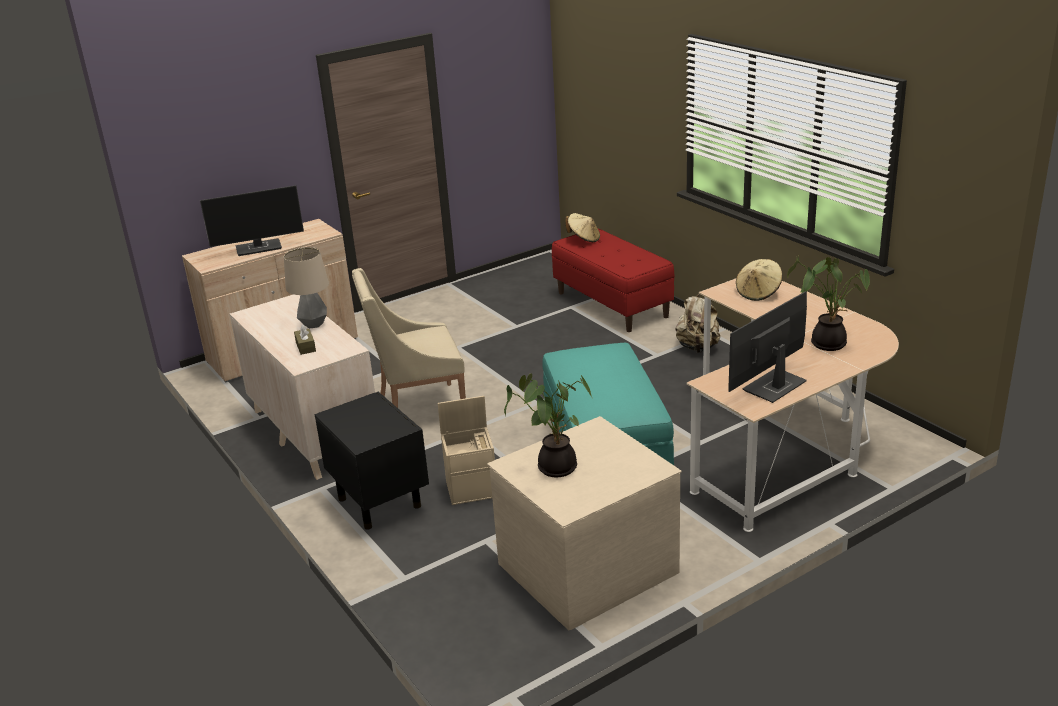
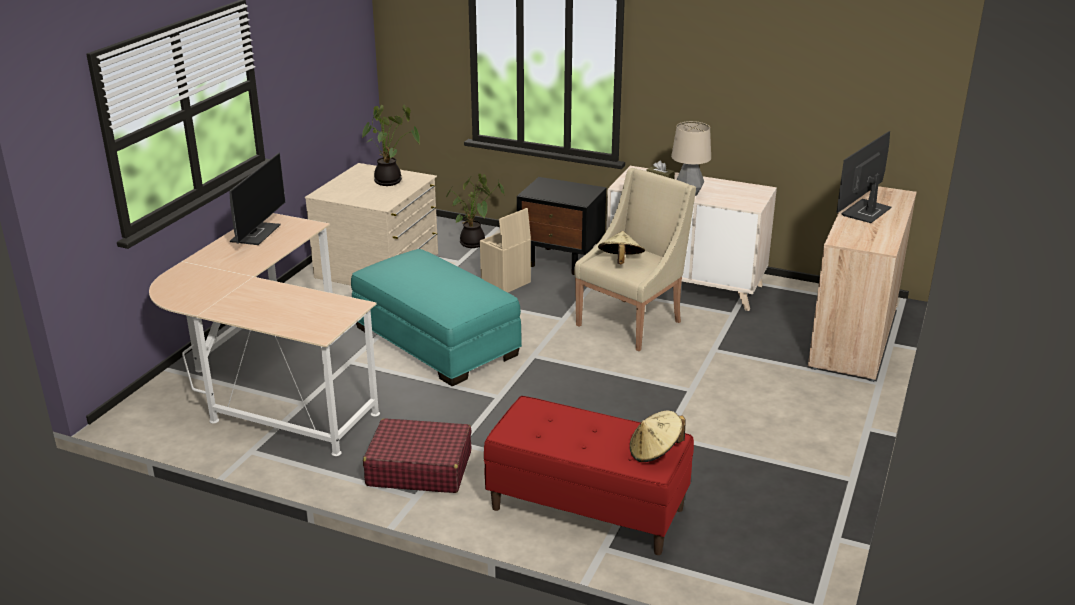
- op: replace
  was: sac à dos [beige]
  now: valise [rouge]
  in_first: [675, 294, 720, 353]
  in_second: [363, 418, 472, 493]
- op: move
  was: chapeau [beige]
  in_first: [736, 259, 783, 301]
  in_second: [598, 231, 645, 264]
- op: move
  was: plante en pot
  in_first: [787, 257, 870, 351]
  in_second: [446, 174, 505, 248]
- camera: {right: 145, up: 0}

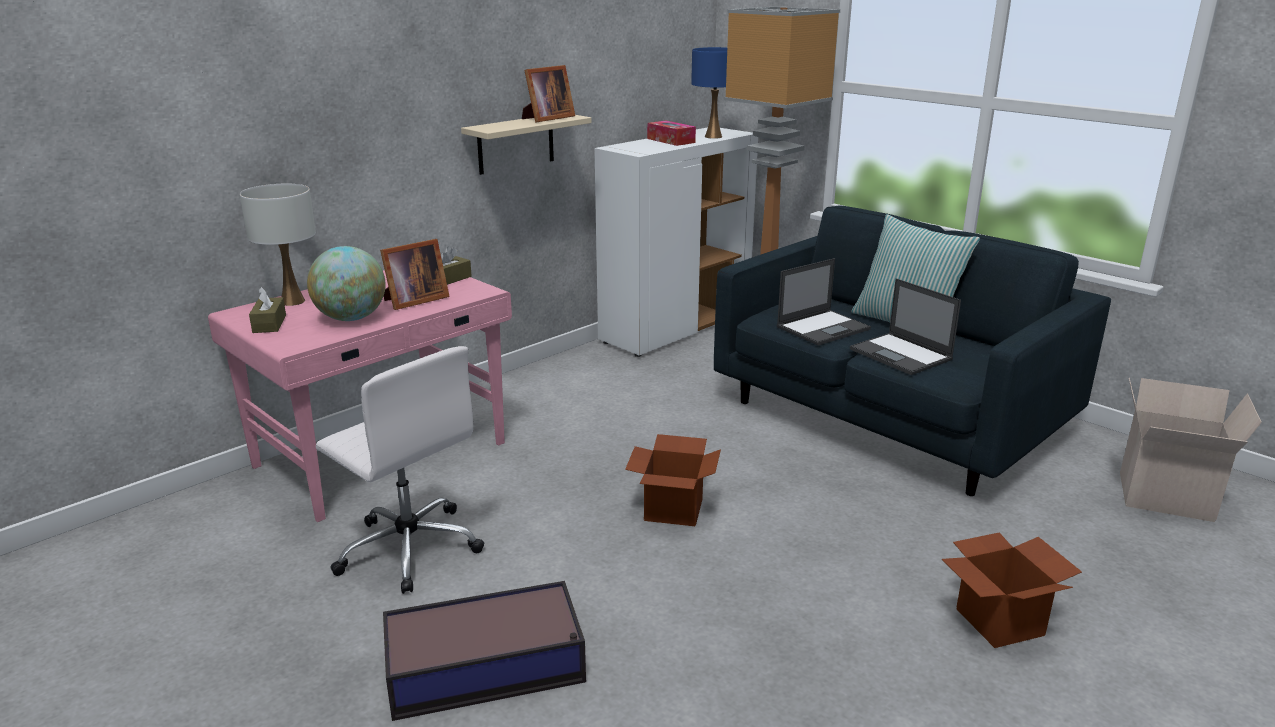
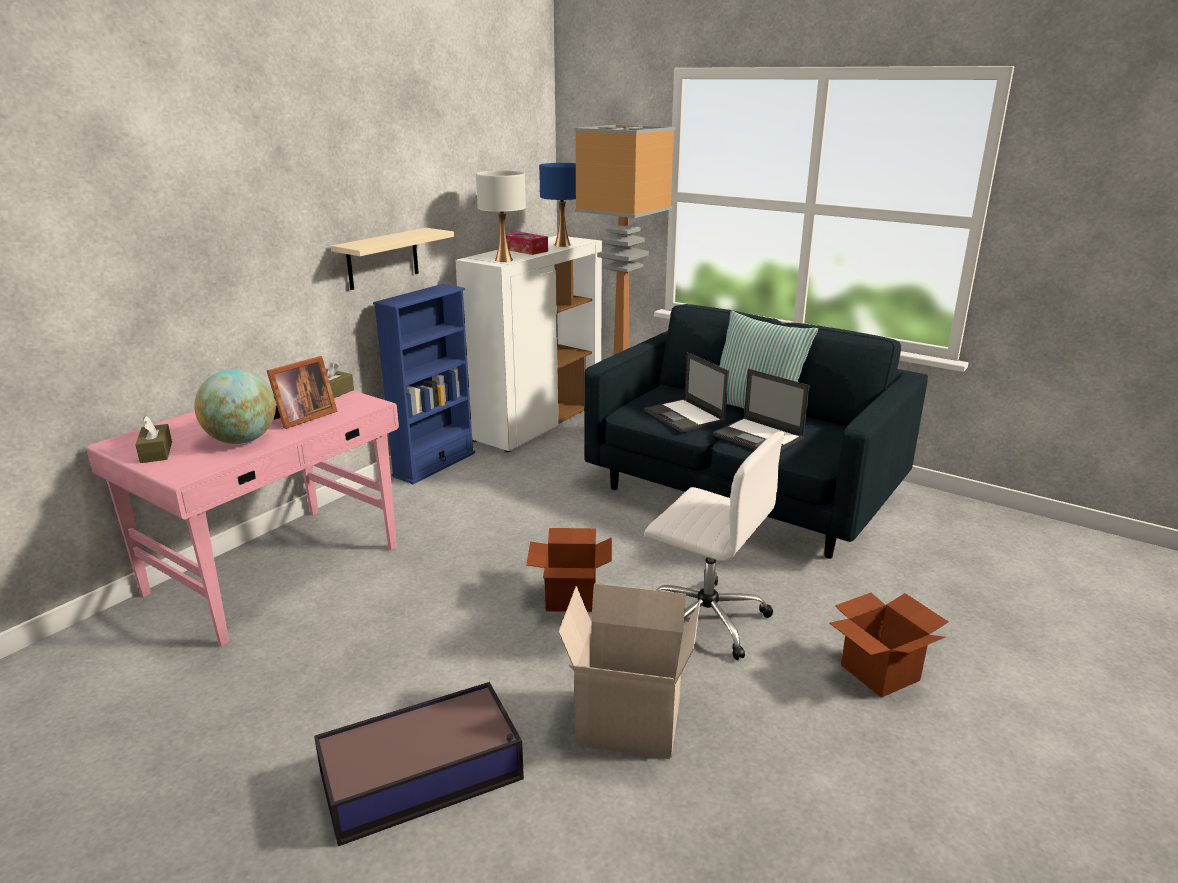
- op: move
  was: lampe de table [blanc]
  in_first: [240, 184, 316, 306]
  in_second: [476, 171, 526, 262]
- op: move
  was: chaise de bureau [blanc]
  in_first: [316, 346, 484, 594]
  in_second: [644, 431, 784, 660]
- op: delete
  was: cadre photo
  in_first: [522, 65, 575, 123]
- op: rotate
  was: ordinateur portable
  in_first: [777, 258, 871, 346]
  in_second: [644, 352, 729, 433]
  clockwise: 105
- op: move
  was: carton
  in_first: [1120, 378, 1262, 522]
  in_second: [558, 583, 701, 759]
- op: insert
  now: bibliothèque [bleu]
  in_second: [373, 284, 475, 484]
- camera: {right: -10, up: 0}

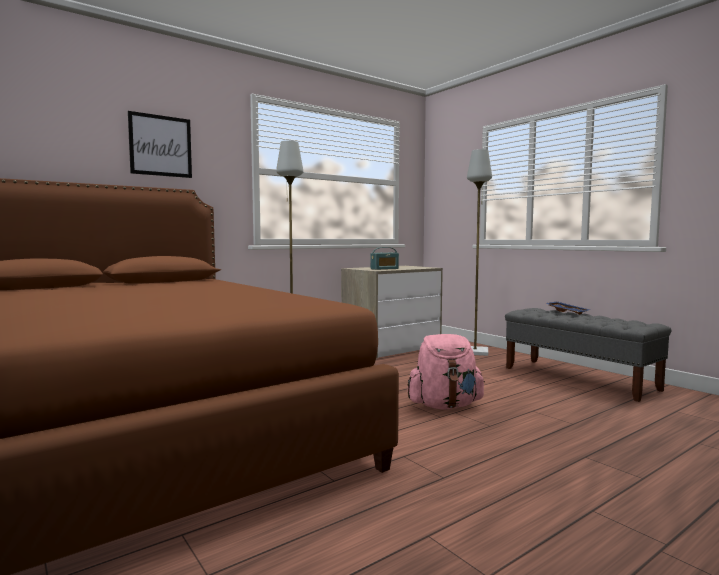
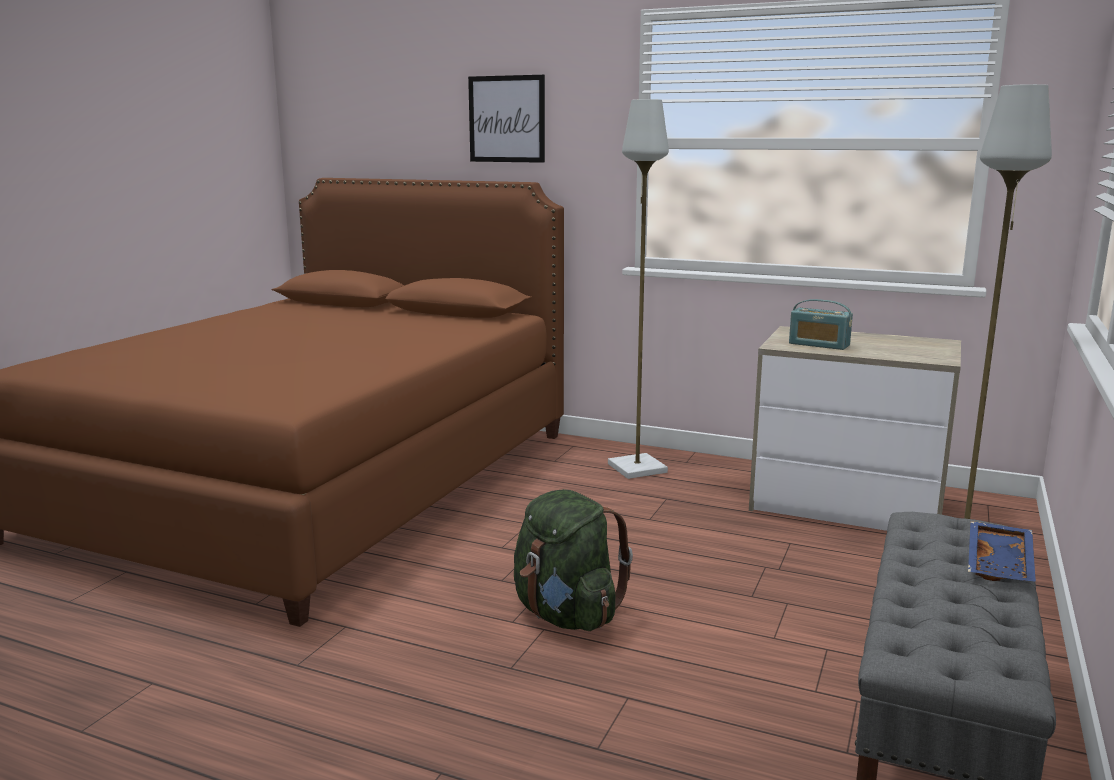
- op: recolor
  was: sac à dos [rose]
  now: sac à dos [vert]
  in_first: [407, 334, 485, 410]
  in_second: [514, 489, 633, 631]
- camera: {right: 60, up: 10}

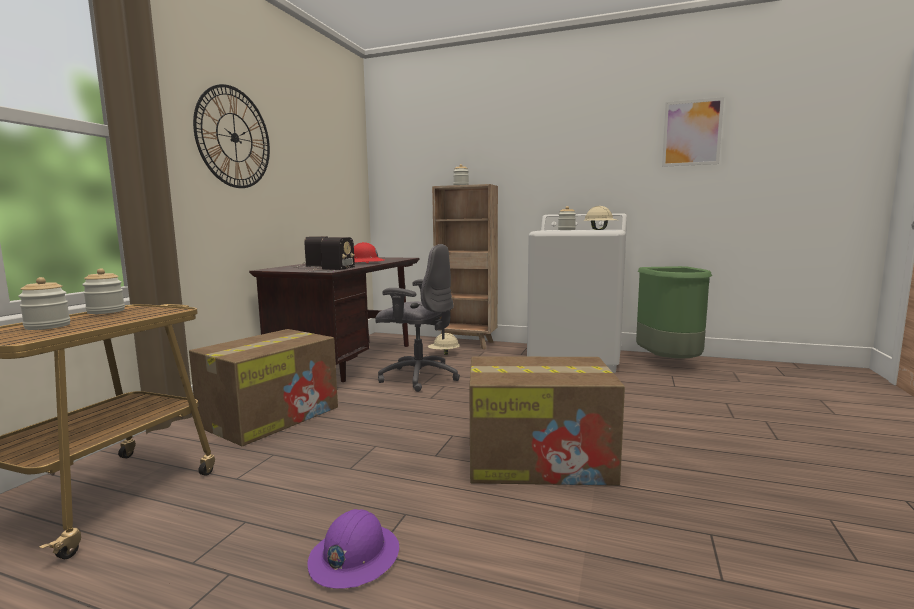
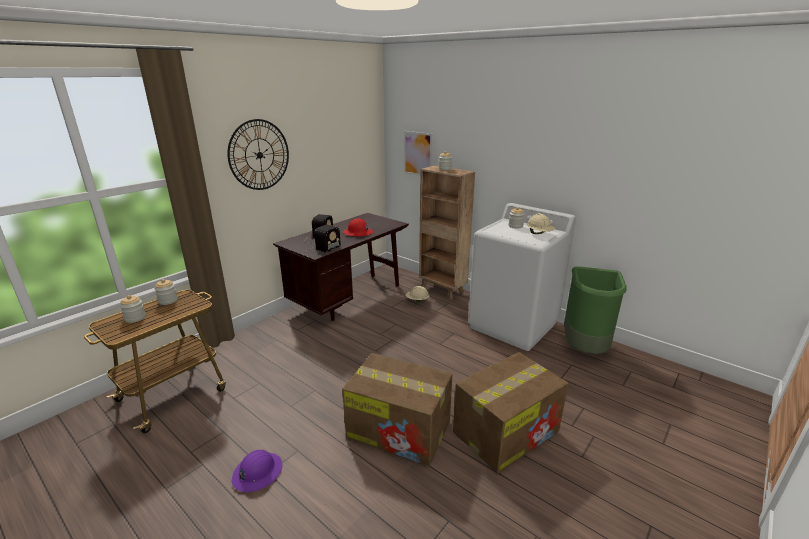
- op: move
  was: carton
  in_first: [189, 329, 338, 446]
  in_second: [453, 352, 568, 474]
- op: delete
  was: chaise de bureau [gris]
  in_first: [375, 244, 460, 392]
- op: move
  was: tableau
  in_first: [662, 97, 724, 167]
  in_second: [404, 131, 433, 176]
- camera: {right: 20, up: 15}

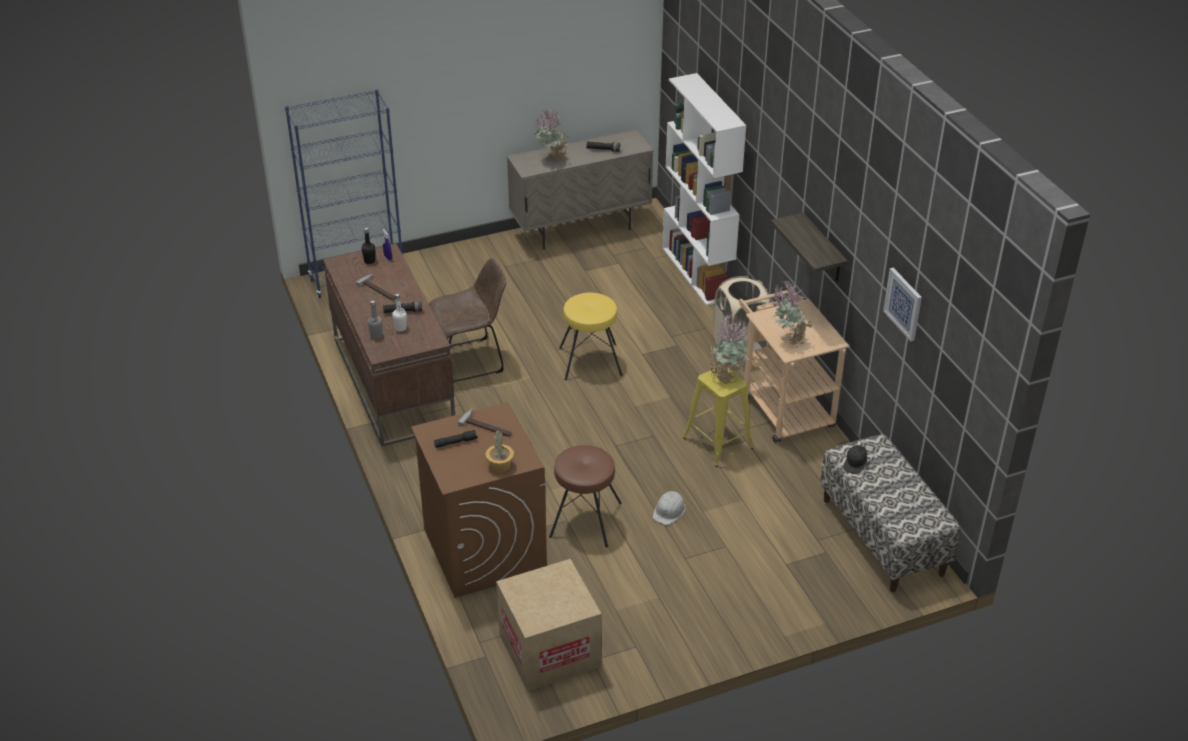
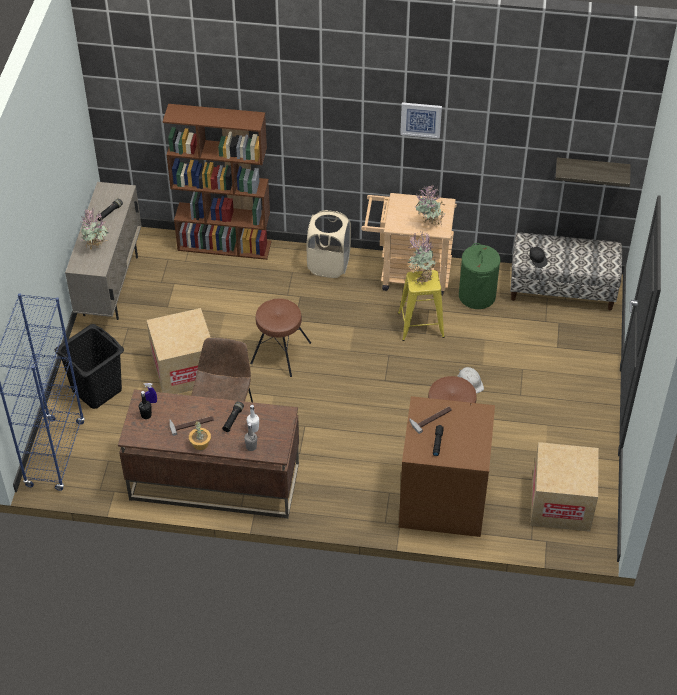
- op: move
  was: plante en pot
  in_first: [485, 431, 514, 472]
  in_second: [189, 421, 211, 450]
- op: recolor
  was: tabouret [jaune]
  now: tabouret [marron]
  in_first: [559, 292, 623, 380]
  in_second: [250, 299, 311, 377]
- op: recolor
  was: bibliothèque [blanc]
  now: bibliothèque [marron]
  in_first: [662, 73, 746, 306]
  in_second: [163, 104, 271, 260]
- op: move
  was: étagère
  in_first: [771, 213, 848, 282]
  in_second: [555, 157, 631, 187]
- op: move
  was: tableau
  in_first: [883, 268, 922, 341]
  in_second: [400, 102, 442, 139]
- op: insert
  now: panier à linge [noir]
  in_second: [55, 324, 124, 409]
- op: insert
  now: carton
  in_second: [146, 308, 211, 394]
- op: insert
  now: panier à linge [vert]
  in_second: [459, 243, 500, 309]
- camera: {right: -60, up: 10}

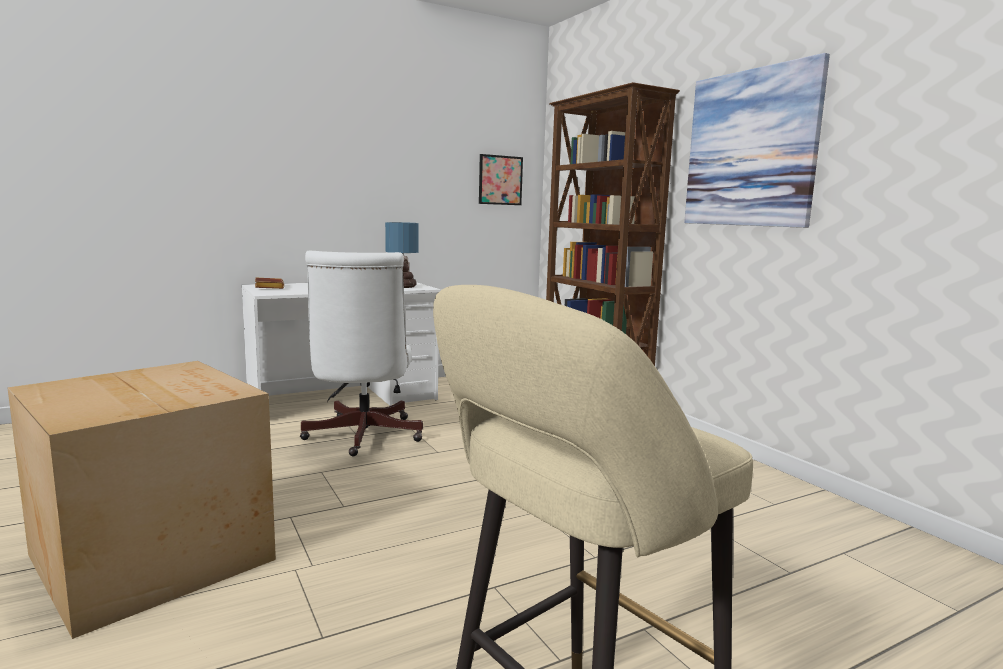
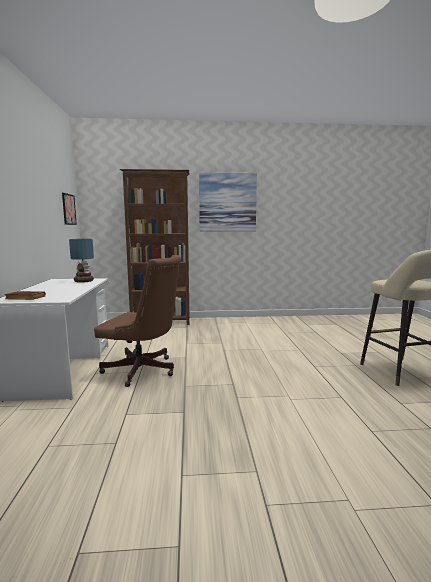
- op: delete
  was: carton
  in_first: [8, 361, 276, 639]
- op: recolor
  was: chaise de bureau [blanc]
  now: chaise de bureau [marron]
  in_first: [300, 251, 423, 456]
  in_second: [94, 255, 181, 387]
- camera: {right: -65, up: 0}

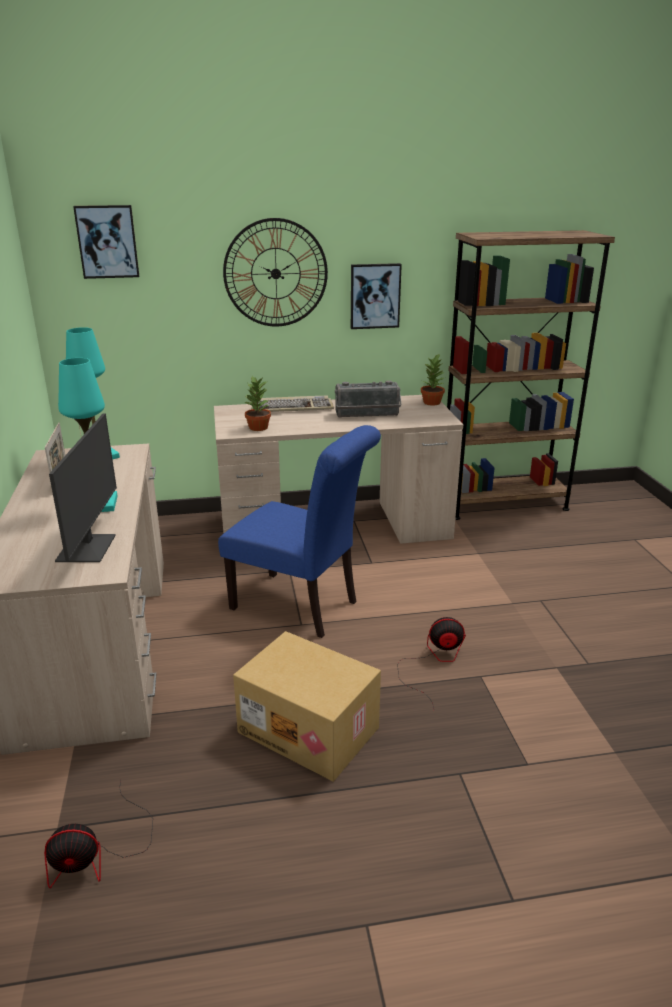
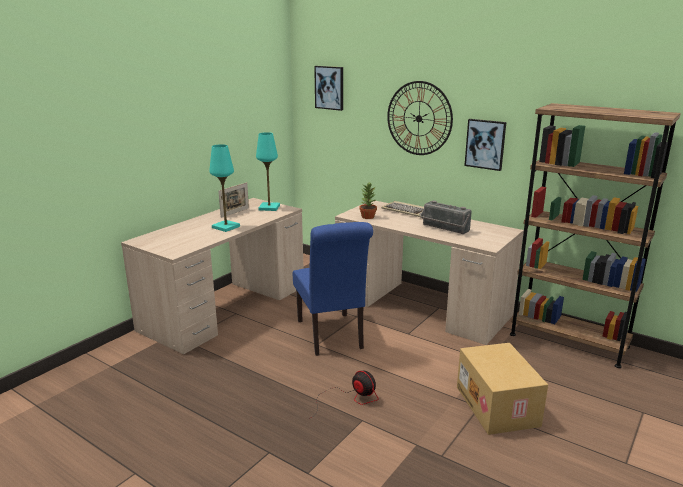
- op: delete
  was: ventilateur
  in_first: [44, 780, 153, 888]
- op: delete
  was: écran d'ordinateur
  in_first: [49, 413, 117, 562]
- op: move
  was: carton
  in_first: [233, 631, 381, 782]
  in_second: [457, 343, 548, 435]
- op: delete
  was: plante en pot
  in_first: [421, 353, 445, 406]
- camera: {right: 45, up: -5}

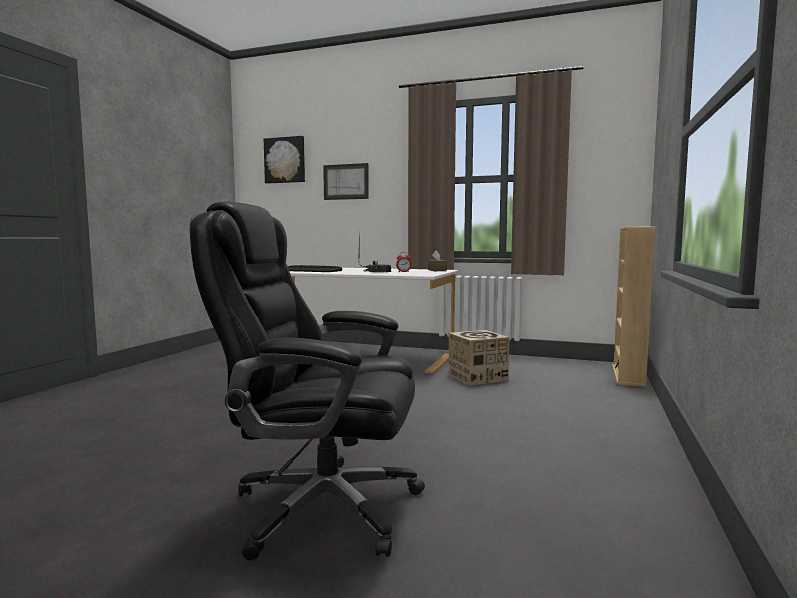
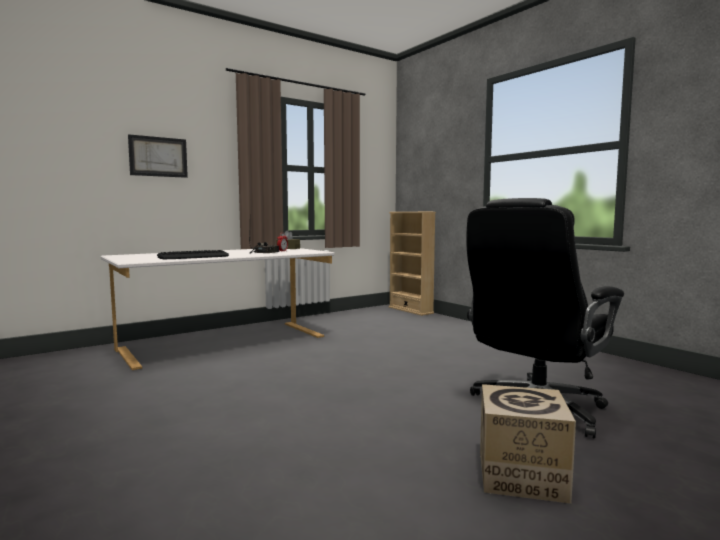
- op: delete
  was: tableau
  in_first: [264, 136, 305, 184]
- op: move
  was: carton
  in_first: [449, 330, 510, 386]
  in_second: [480, 384, 576, 504]
- camera: {right: -55, up: 0}

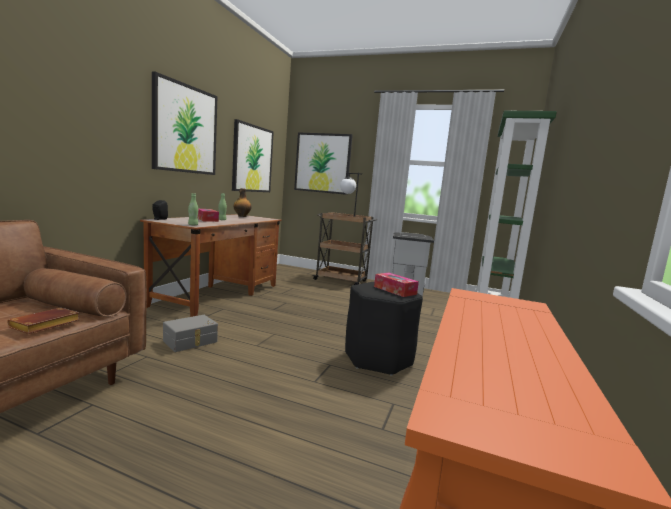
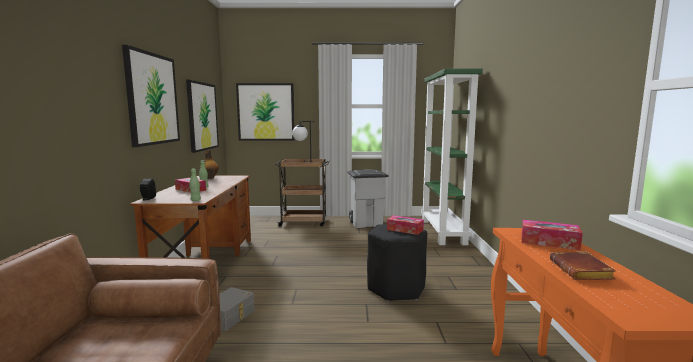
- op: move
  was: livre [marron]
  in_first: [7, 308, 80, 334]
  in_second: [550, 252, 616, 280]
- op: insert
  now: boîte à mouchoirs
  in_second: [521, 220, 583, 250]
- camera: {right: -20, up: 0}

